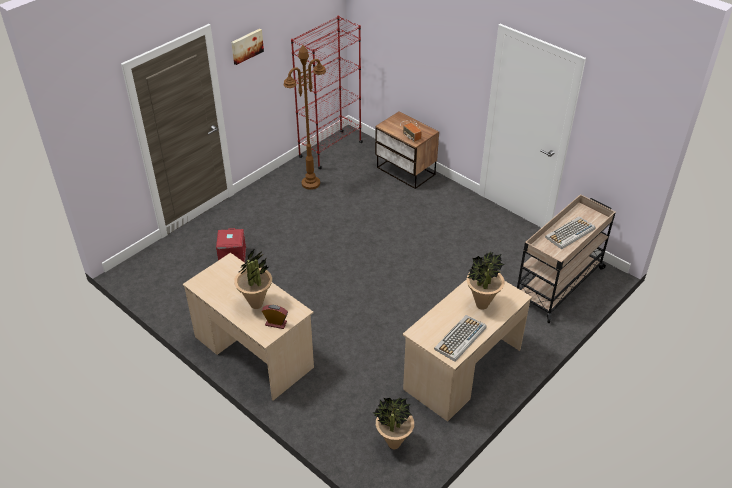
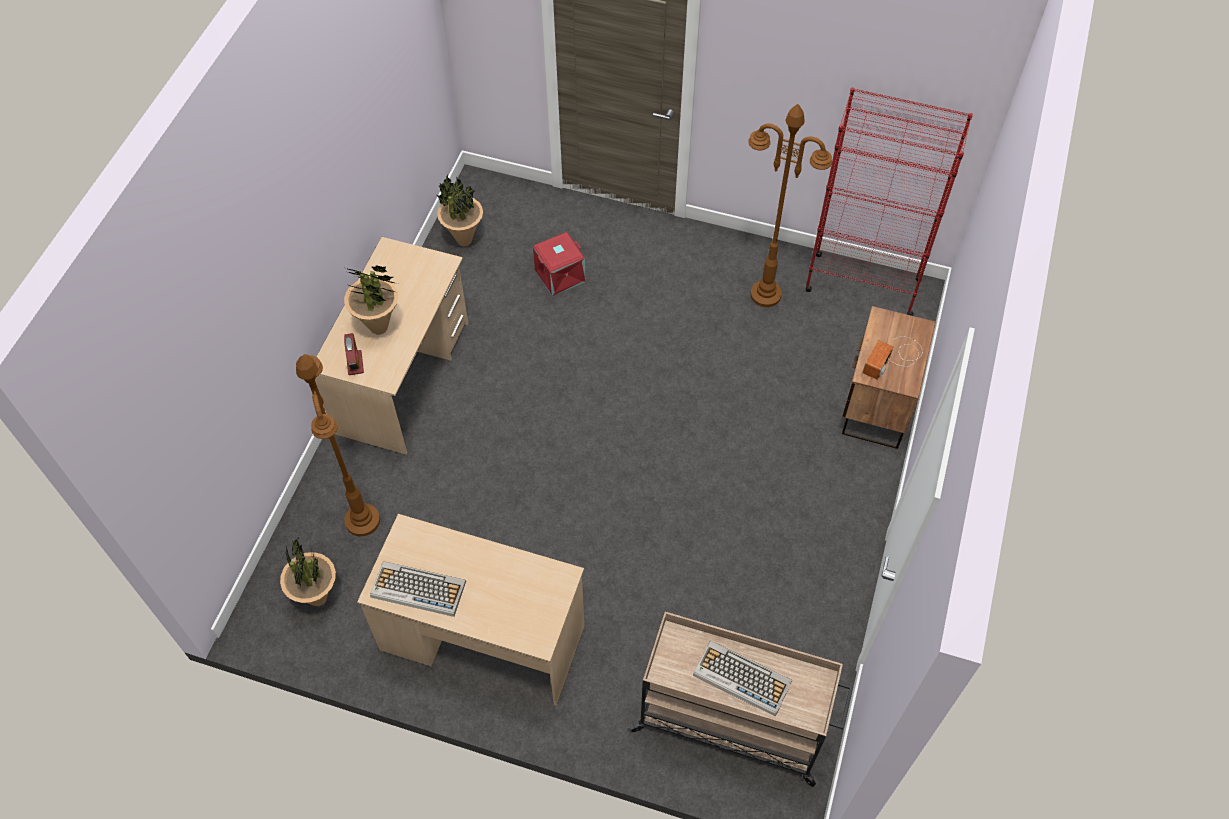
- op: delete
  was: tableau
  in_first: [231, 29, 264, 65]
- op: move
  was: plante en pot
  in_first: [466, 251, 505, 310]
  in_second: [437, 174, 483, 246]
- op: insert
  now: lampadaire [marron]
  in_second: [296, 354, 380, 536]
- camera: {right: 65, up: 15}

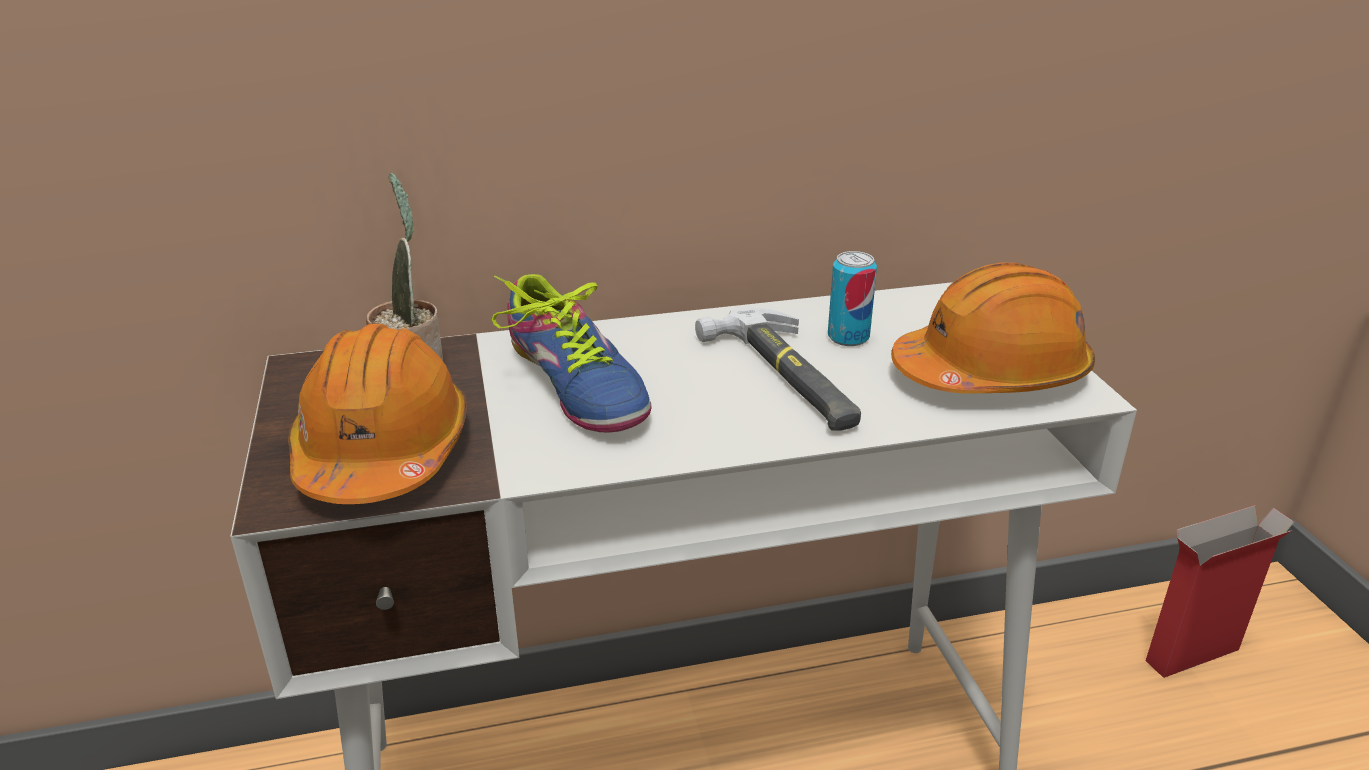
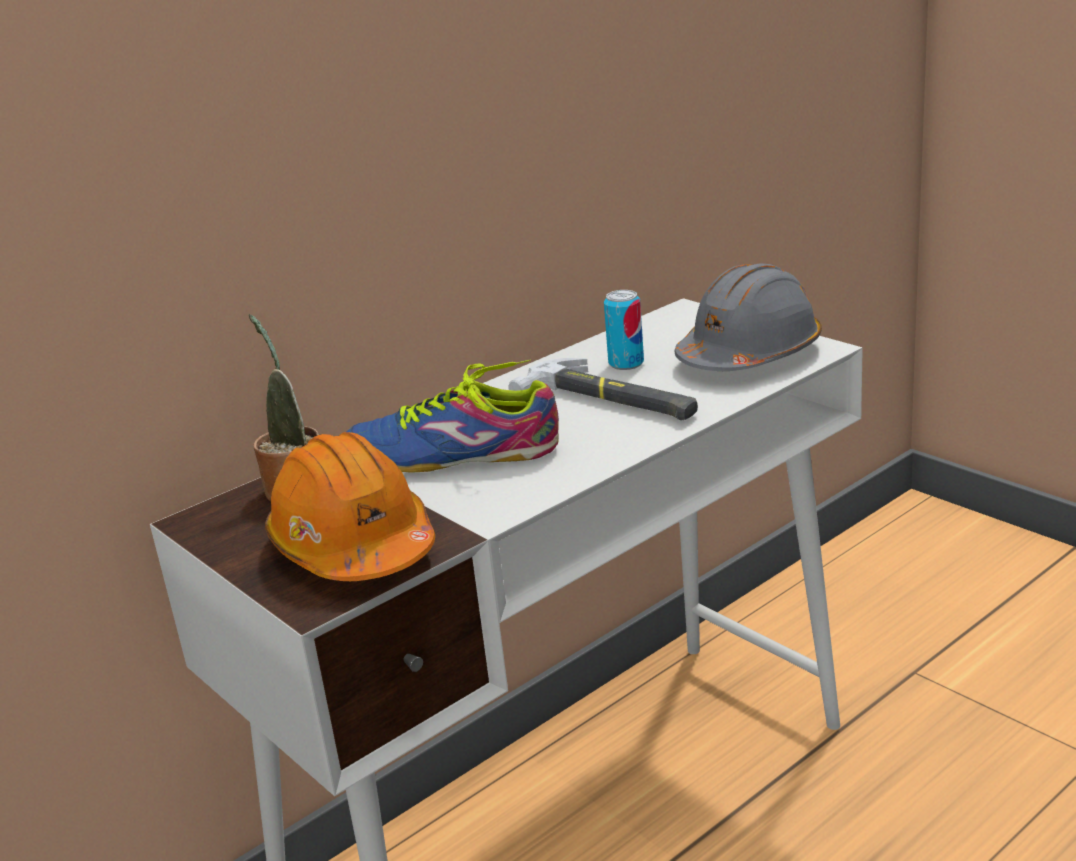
- op: rotate
  was: chaussure
  in_first: [492, 274, 652, 433]
  in_second: [347, 359, 559, 473]
  clockwise: 150
- op: recolor
  was: casque de chantier [orange]
  now: casque de chantier [gris]
  in_first: [891, 262, 1095, 394]
  in_second: [674, 263, 822, 371]
- op: delete
  was: carton
  in_first: [1146, 505, 1294, 678]
- camera: {right: -25, up: -5}

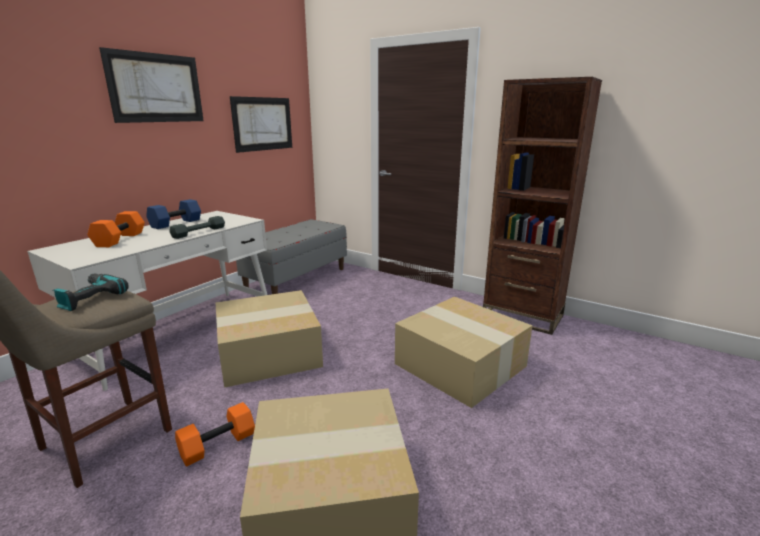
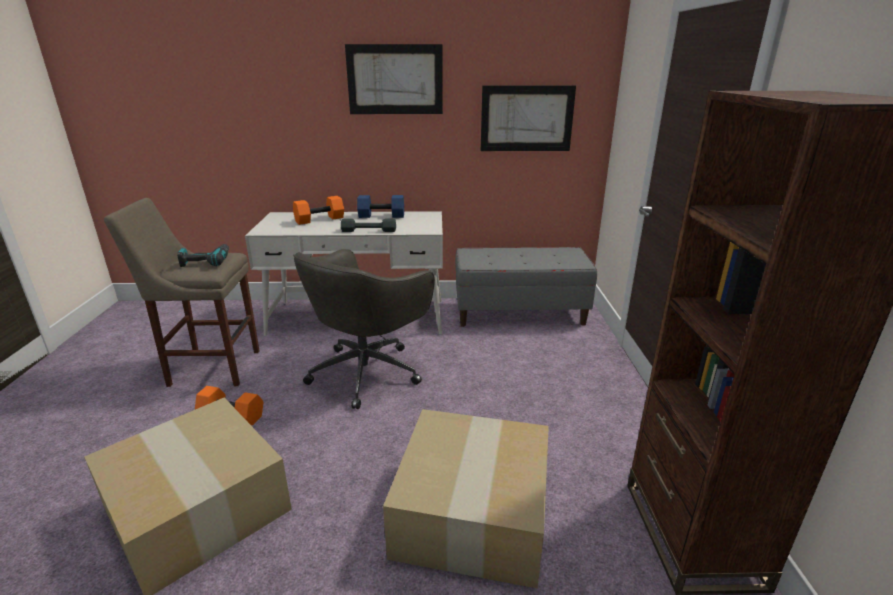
- op: replace
  was: carton
  now: chaise de bureau [gris]
  in_first: [216, 290, 323, 388]
  in_second: [293, 249, 435, 409]
- camera: {right: 55, up: 5}

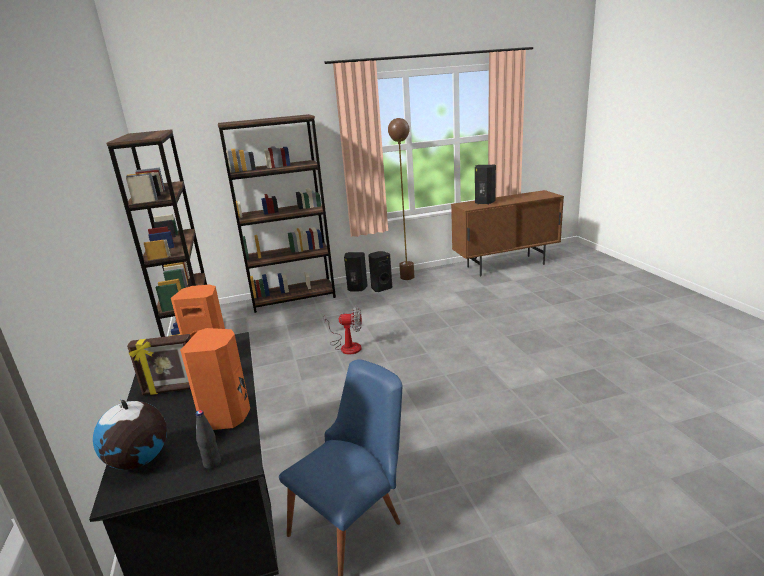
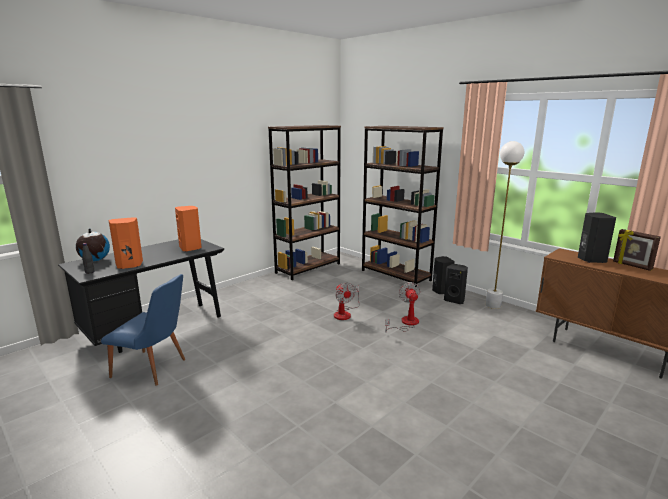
- op: move
  was: cadre photo
  in_first: [127, 334, 191, 395]
  in_second: [613, 229, 661, 271]
- op: recolor
  was: lampadaire [marron]
  now: lampadaire [blanc]
  in_first: [388, 118, 414, 280]
  in_second: [486, 141, 524, 309]
- op: insert
  now: ventilateur
  in_second: [385, 282, 420, 333]
- camera: {right: 60, up: -5}

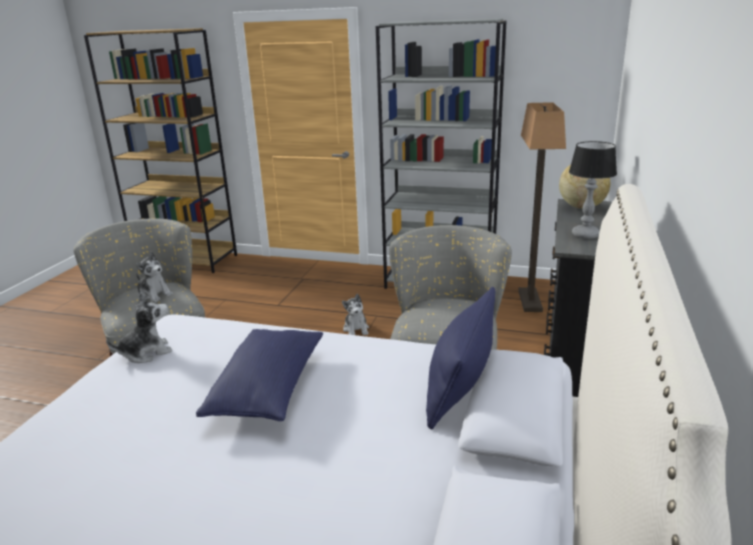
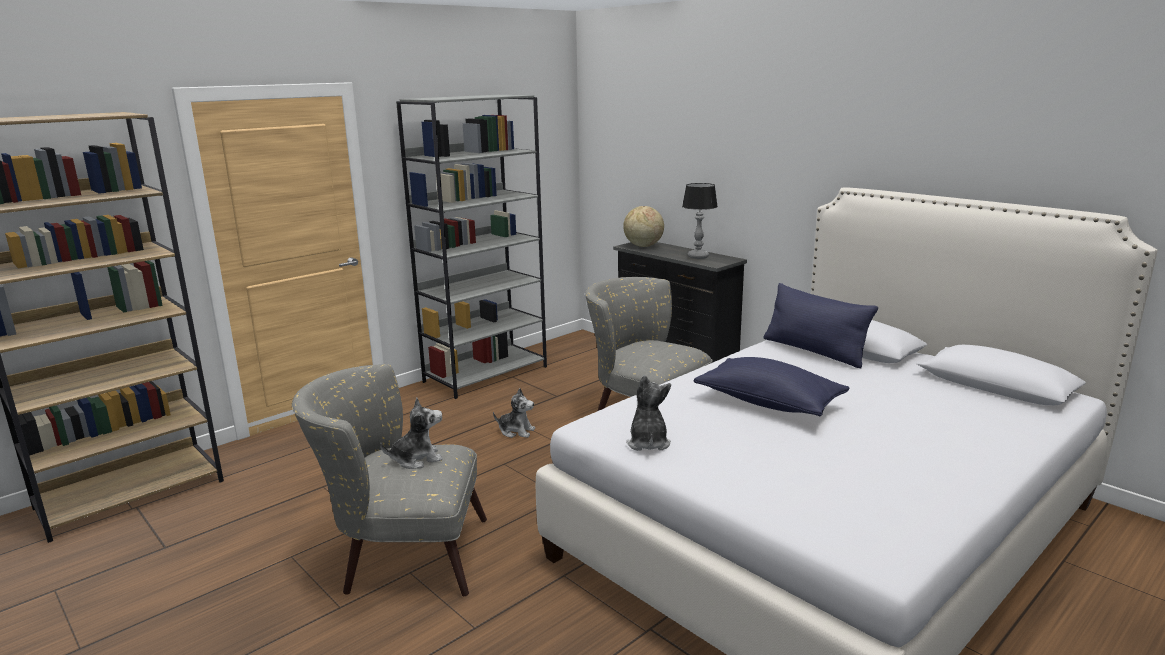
- op: delete
  was: lampadaire
  in_first: [518, 102, 566, 312]
- camera: {right: -60, up: -5}

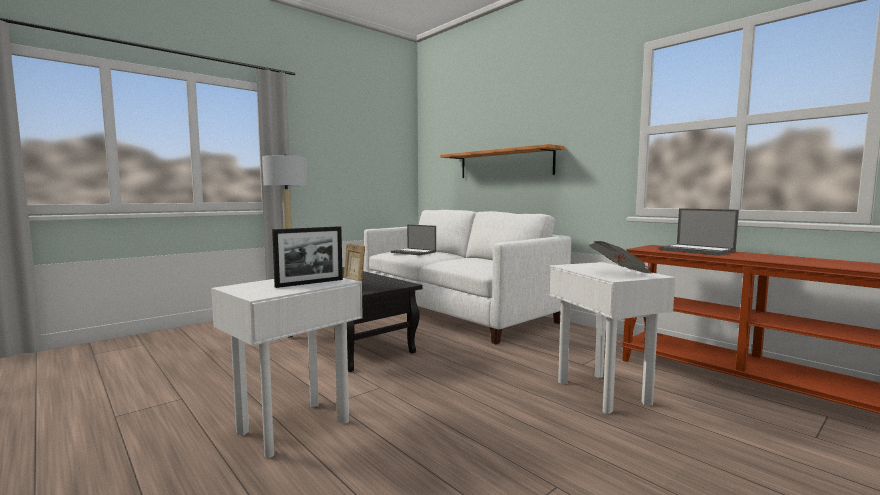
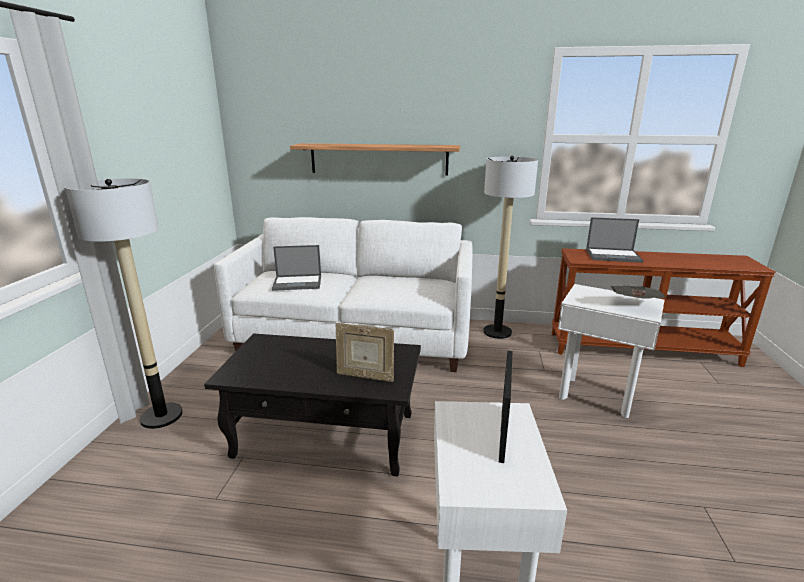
- op: insert
  now: lampadaire
  in_second: [483, 156, 538, 339]
- camera: {right: -40, up: 15}

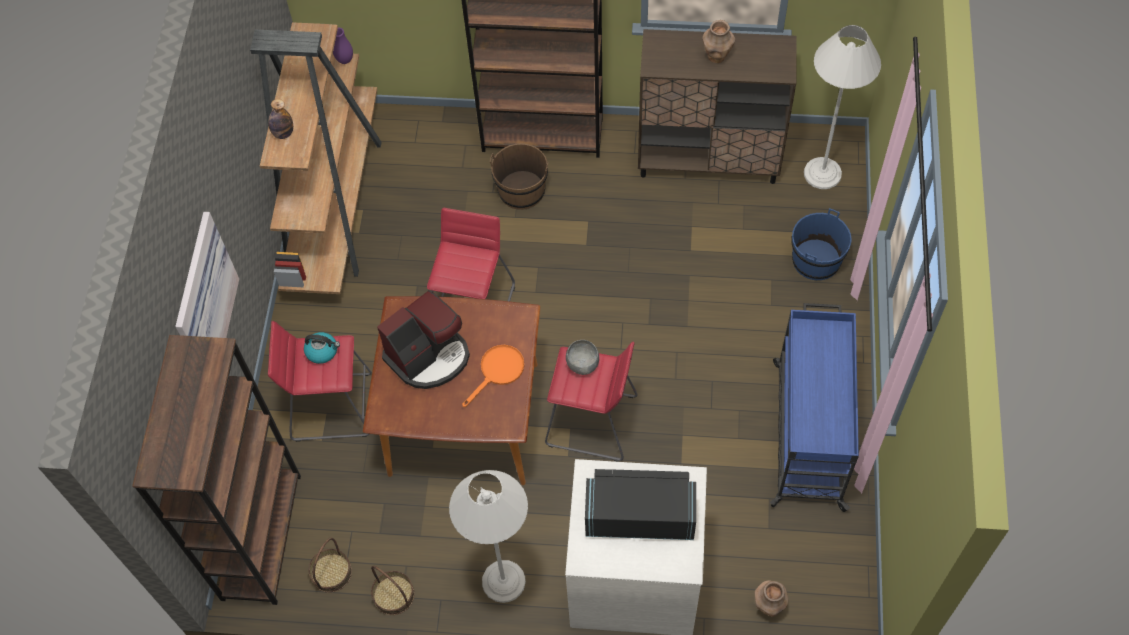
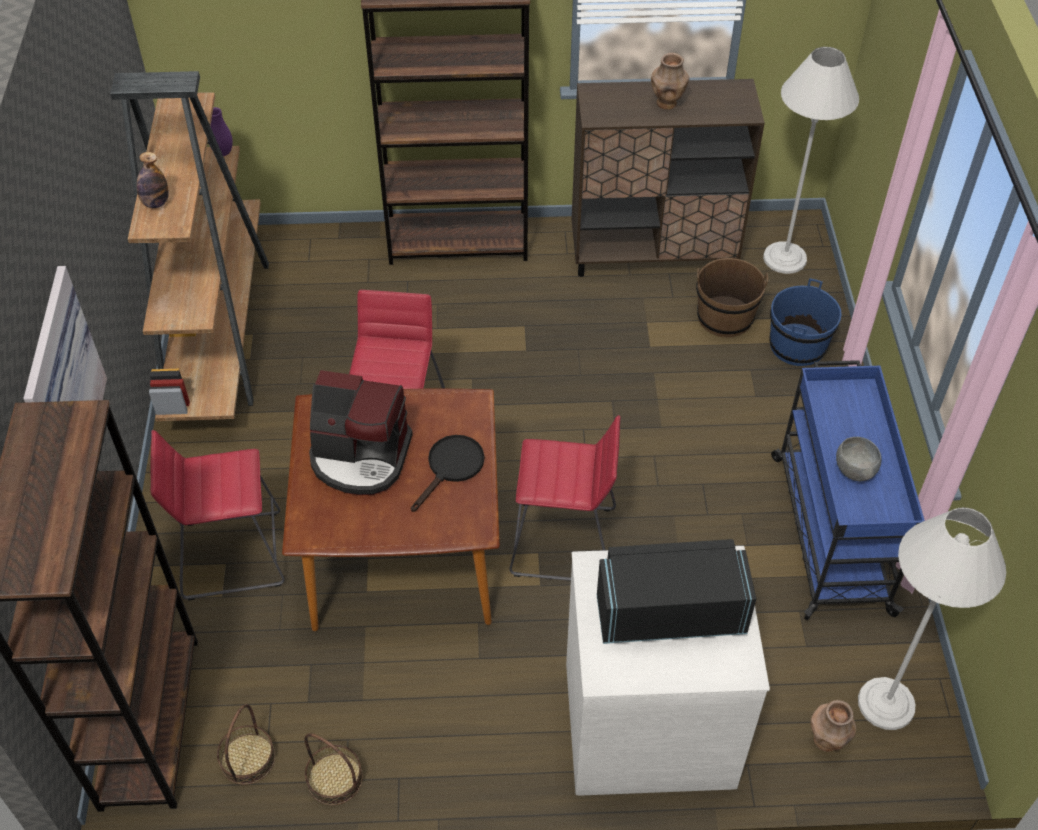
- op: delete
  was: bouilloire
  in_first: [304, 332, 340, 364]
- op: rotate
  was: machine à café
  in_first: [377, 290, 470, 389]
  in_second: [309, 370, 413, 495]
  clockwise: 60
- op: move
  was: lampadaire [blanc]
  in_first: [449, 470, 528, 603]
  in_second: [858, 507, 1006, 730]
- op: recolor
  was: poêle [orange]
  now: poêle [noir]
  in_first: [462, 345, 524, 407]
  in_second: [411, 435, 484, 512]
- op: move
  was: seau [marron]
  in_first: [490, 143, 548, 210]
  in_second: [696, 258, 768, 337]
- op: move
  was: bol [gris]
  in_first: [566, 340, 599, 375]
  in_second: [836, 437, 881, 481]
- camera: {right: -10, up: -10}

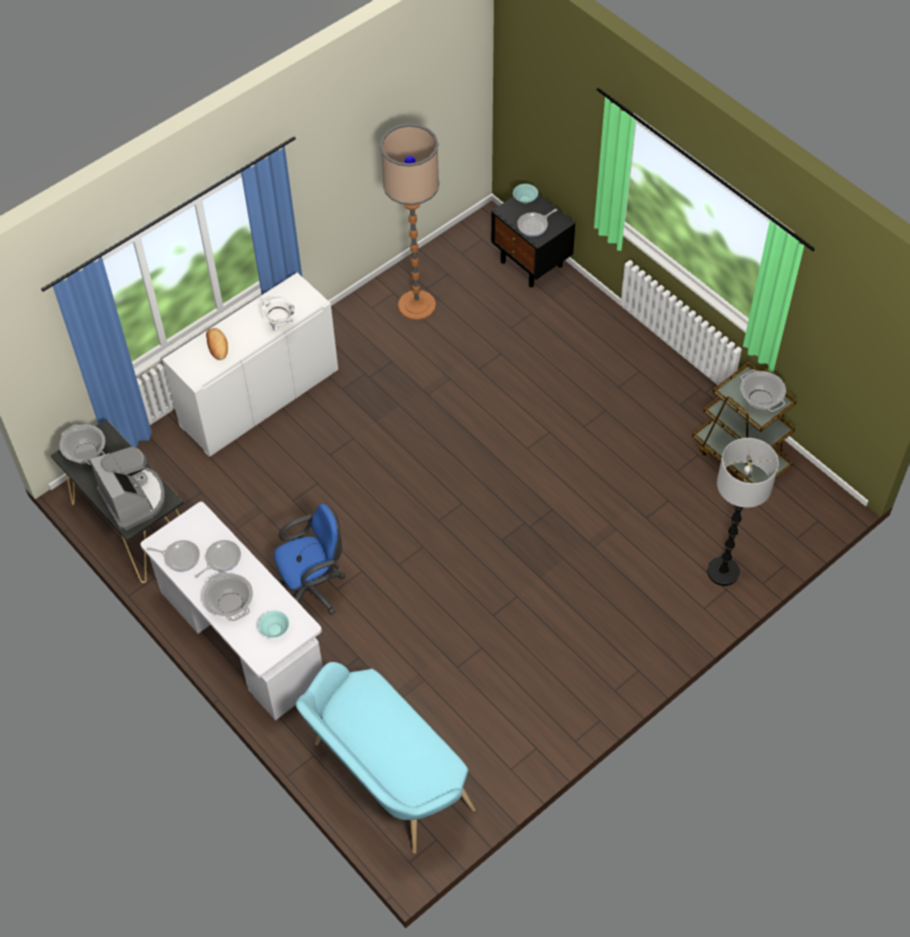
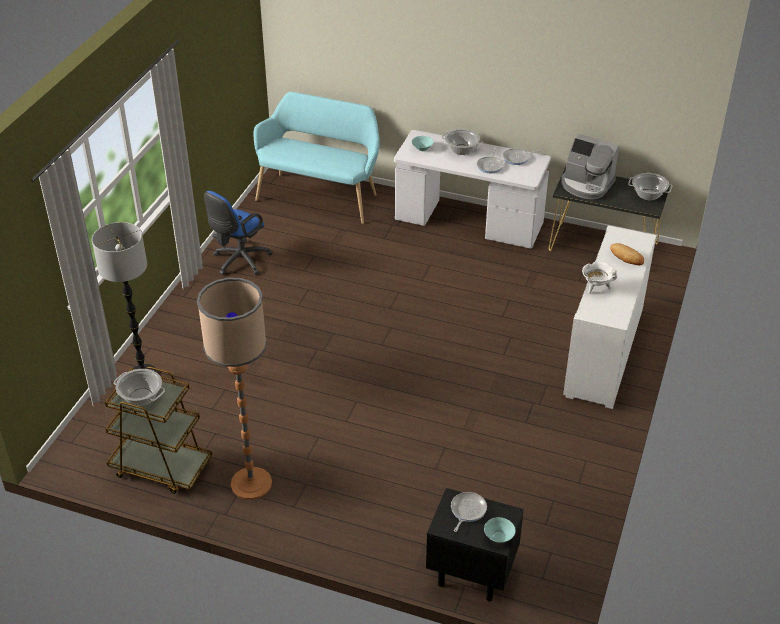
- op: move
  was: chaise de bureau [bleu]
  in_first: [274, 503, 345, 615]
  in_second: [204, 191, 273, 275]
- op: move
  was: lampadaire
  in_first: [380, 123, 440, 320]
  in_second: [197, 278, 272, 500]
- camera: {right: 150, up: -15}

